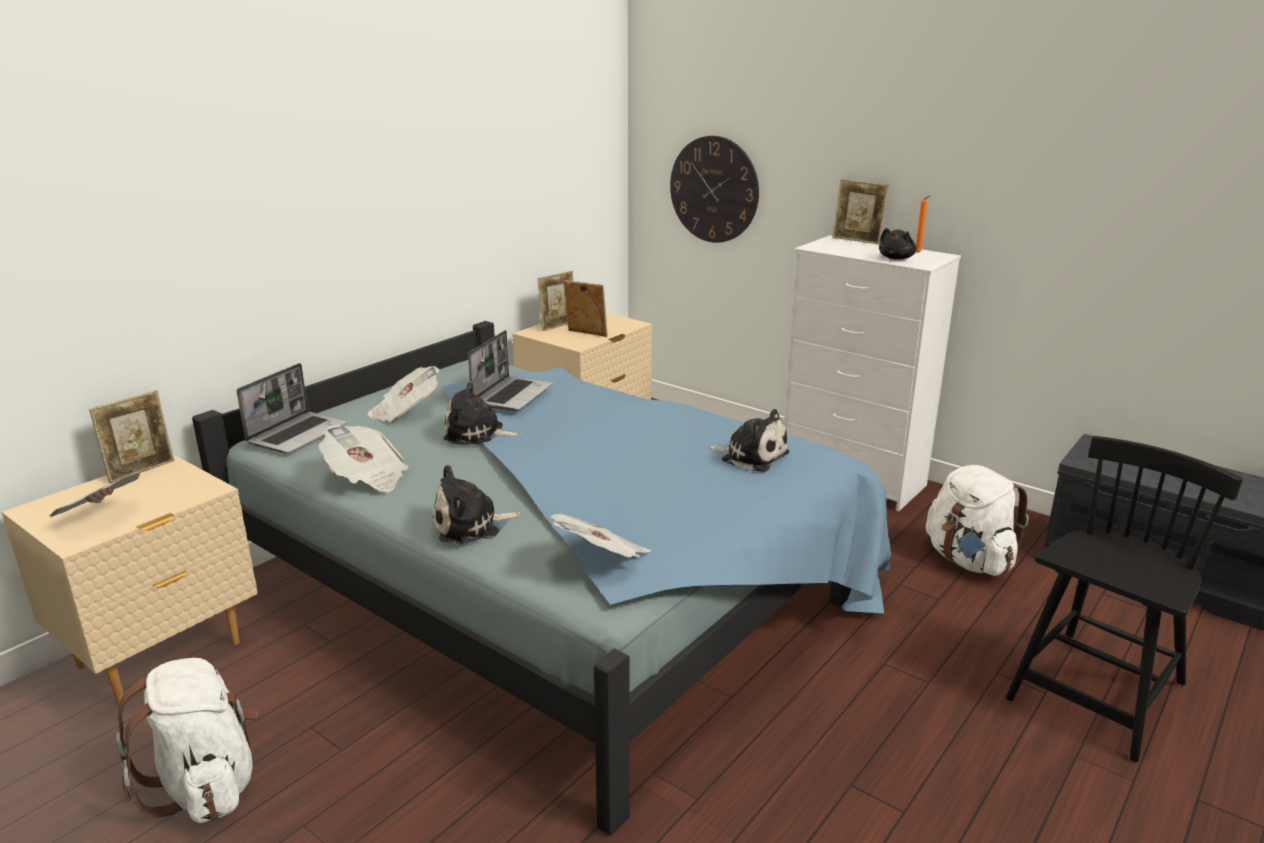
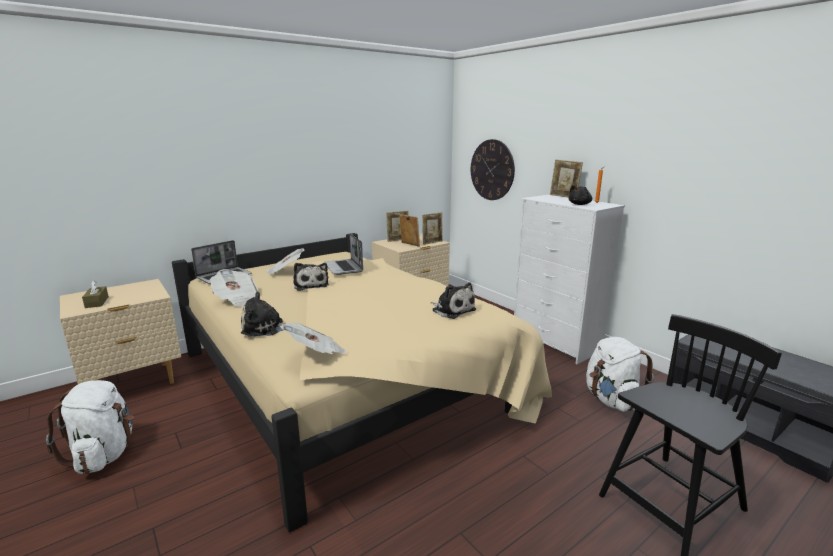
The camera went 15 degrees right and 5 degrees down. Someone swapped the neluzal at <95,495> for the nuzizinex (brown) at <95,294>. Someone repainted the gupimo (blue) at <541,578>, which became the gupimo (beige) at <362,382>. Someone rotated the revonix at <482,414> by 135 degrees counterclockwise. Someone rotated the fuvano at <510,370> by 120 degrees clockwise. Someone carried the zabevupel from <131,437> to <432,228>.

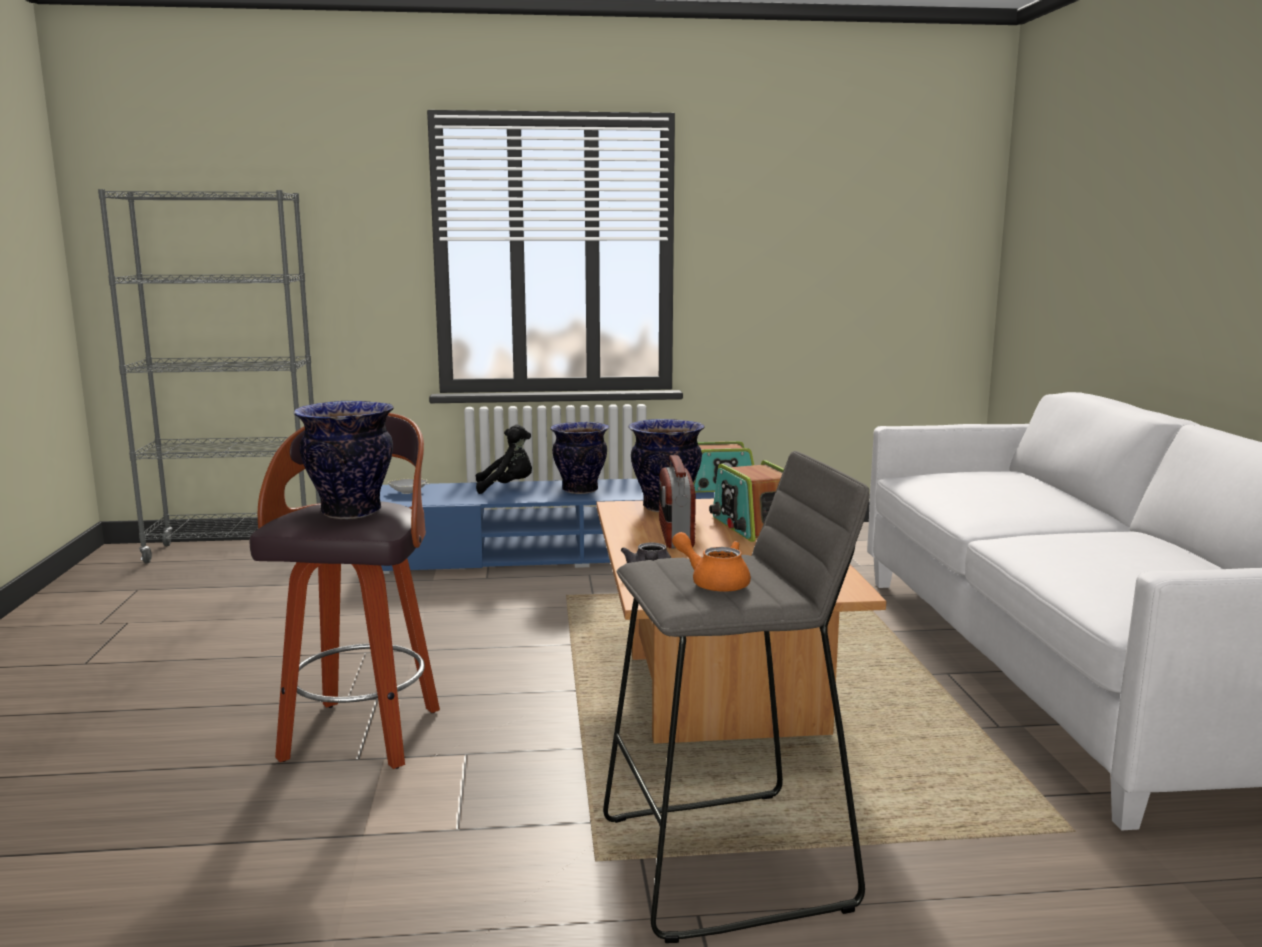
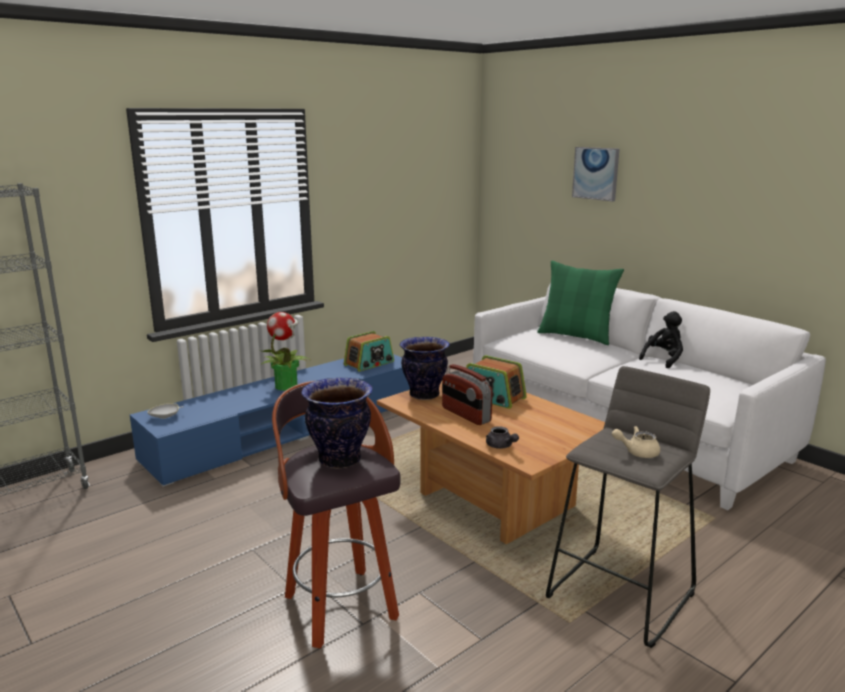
The camera went 35 degrees left and 5 degrees up. Someone swapped the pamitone at <579,458> for the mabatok at <285,351>. Someone put down the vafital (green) at <580,303>. Someone put up the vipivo at <595,174>. Someone repainted the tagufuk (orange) at <711,562>, which became the tagufuk (beige) at <636,442>. Someone carried the revonix (black) from <504,459> to <661,339>.

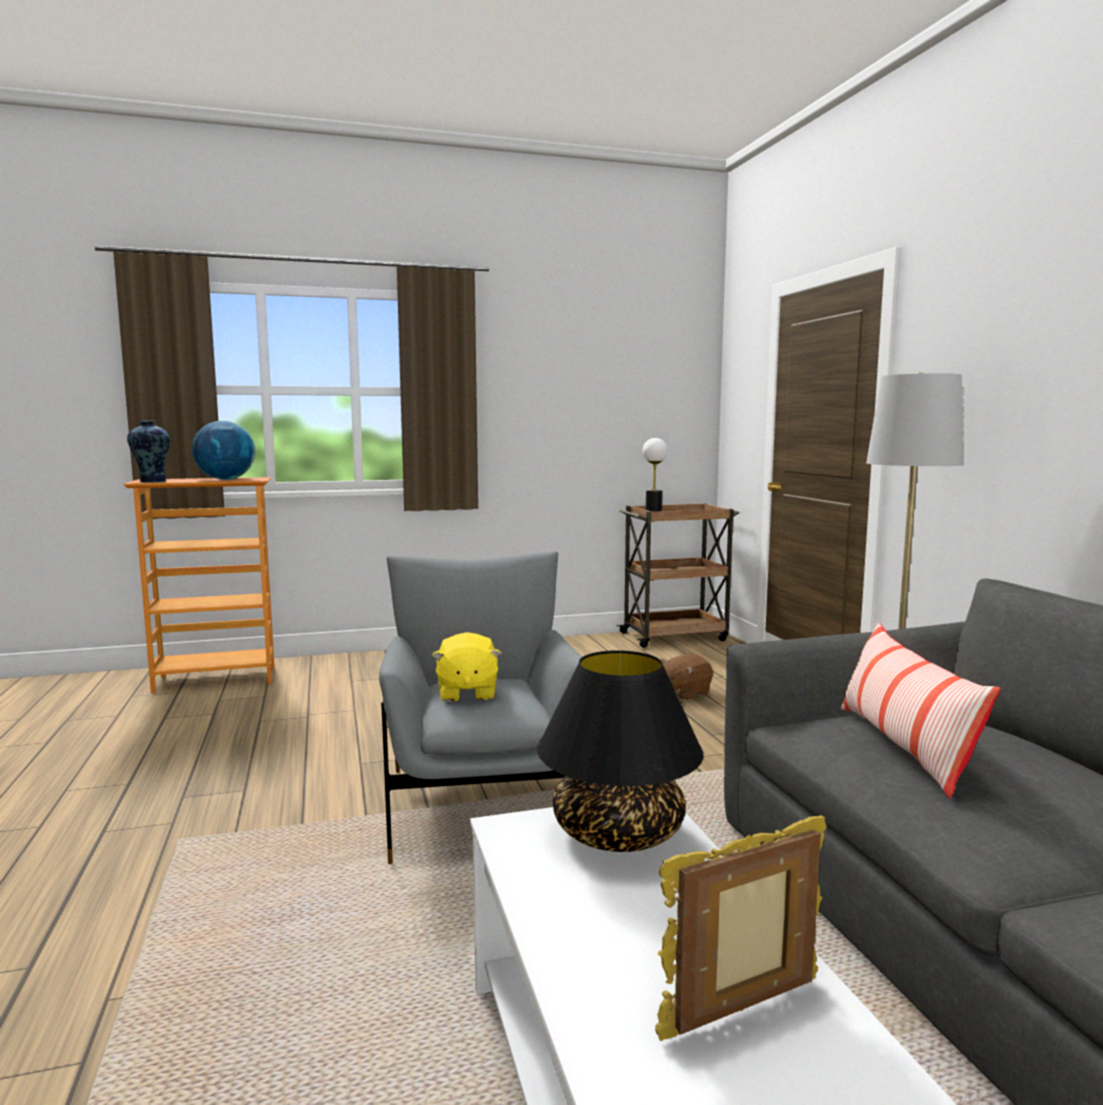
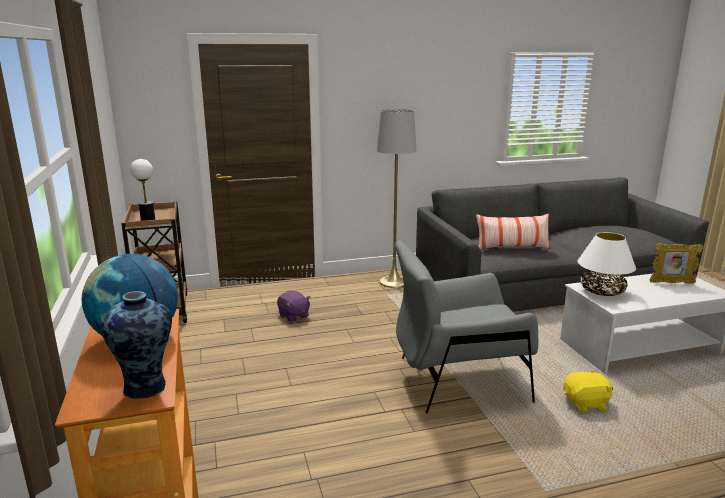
The camera went 90 degrees left and 10 degrees up. Someone repainted the revonix (brown) at <686,677>, which became the revonix (purple) at <294,306>. Someone carried the revonix (yellow) from <466,667> to <588,390>. Someone repainted the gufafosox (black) at <620,751>, which became the gufafosox (white) at <606,264>. Someone rotated the zabevupel at <741,928> by 60 degrees counterclockwise.

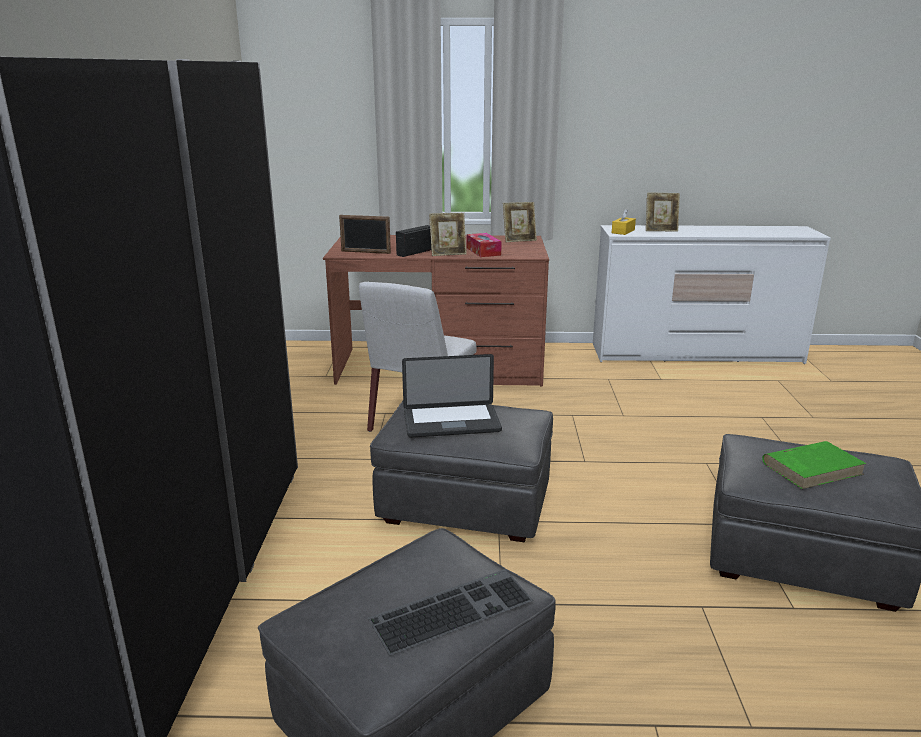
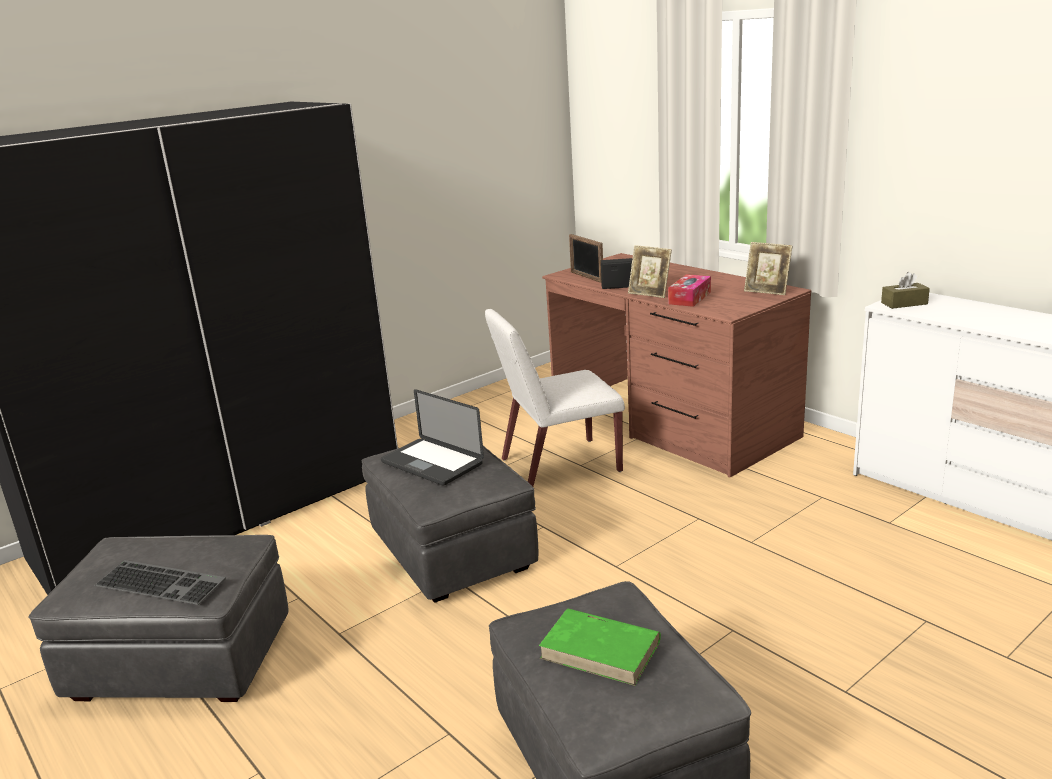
The camera went 50 degrees right and 0 degrees up. Someone repainted the nuzizinex (yellow) at <624,222>, which became the nuzizinex (brown) at <905,290>. Someone took away the zabevupel at <663,212>.

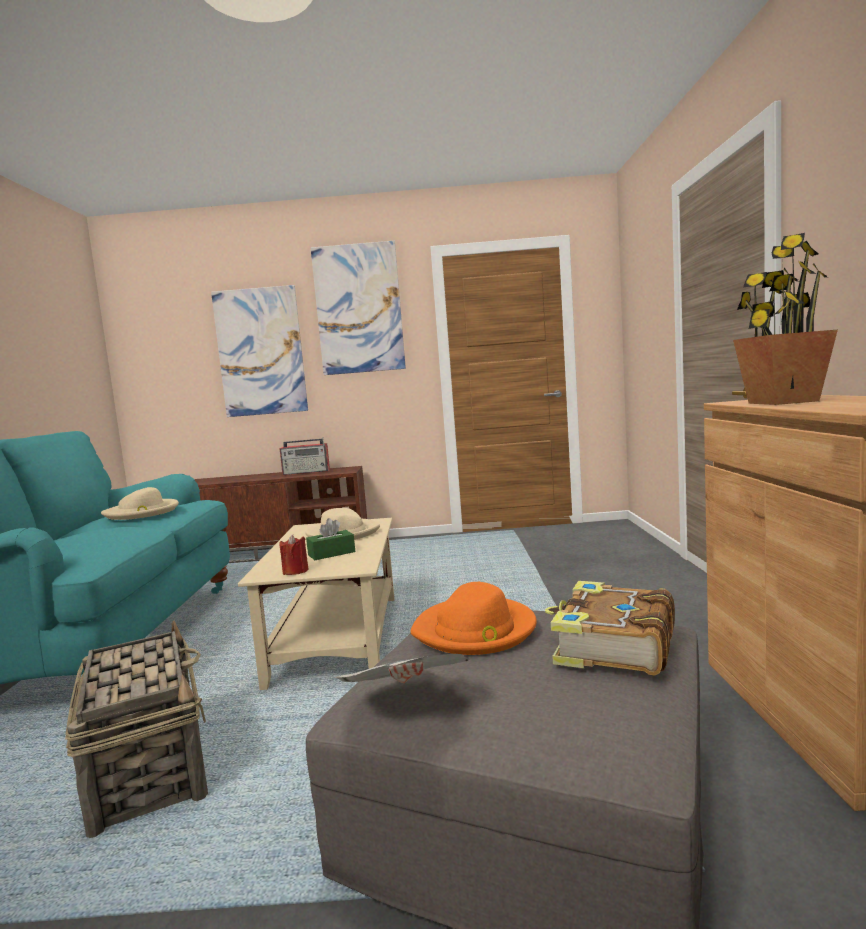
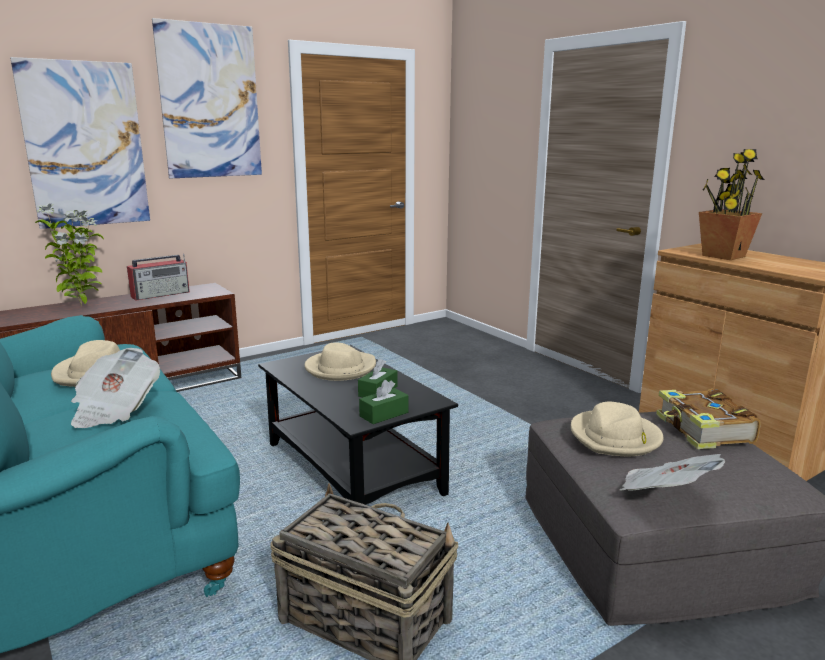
The camera went 35 degrees left and 10 degrees up. Someone put down the mabatok at <69,254>. Someone put down the neluzal at <115,388>. Someone repainted the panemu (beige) at <316,604>, which became the panemu (black) at <358,425>. Someone swapped the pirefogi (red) at <294,554> for the nuzizinex (green) at <383,402>. Someone repainted the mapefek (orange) at <473,618>, which became the mapefek (beige) at <617,429>.

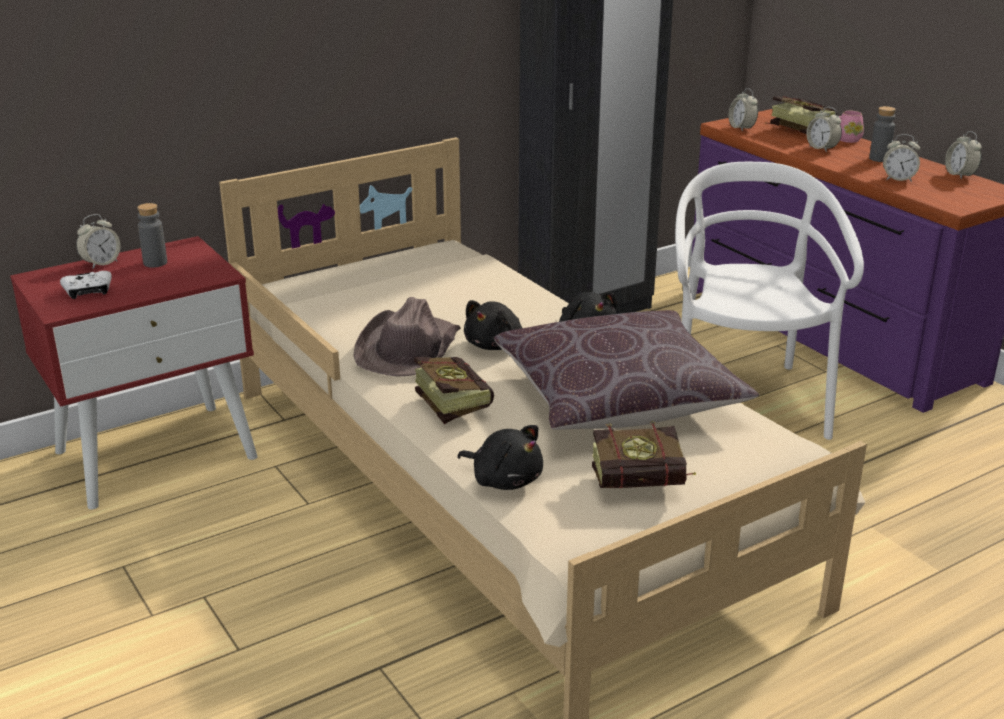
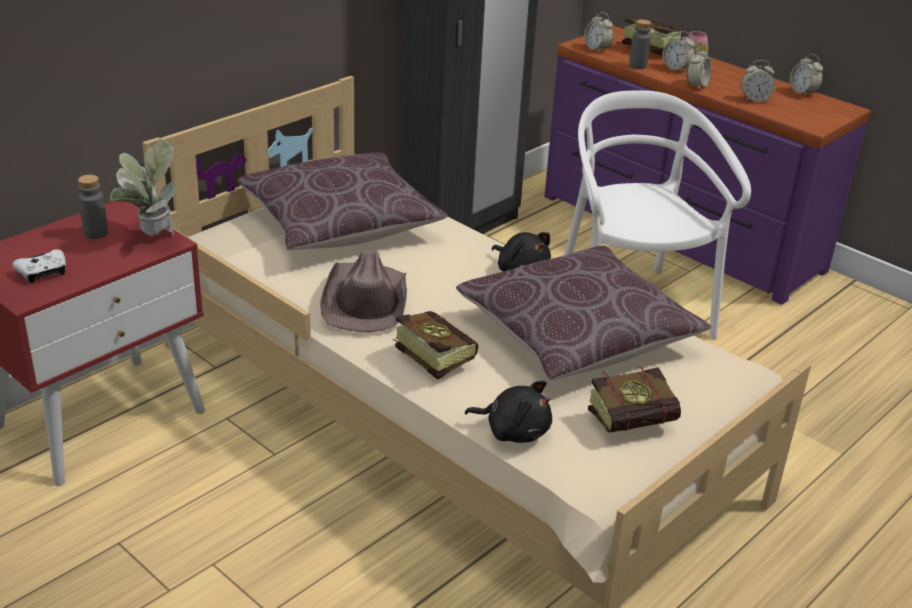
The camera went 15 degrees left and 5 degrees up. Someone put down the mabatok at <143,188>. Someone put down the vafital (brown) at <342,201>. Someone carried the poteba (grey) from <882,134> to <640,44>. Someone carried the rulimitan from <98,241> to <699,68>. Someone took away the revonix (black) at <493,325>.

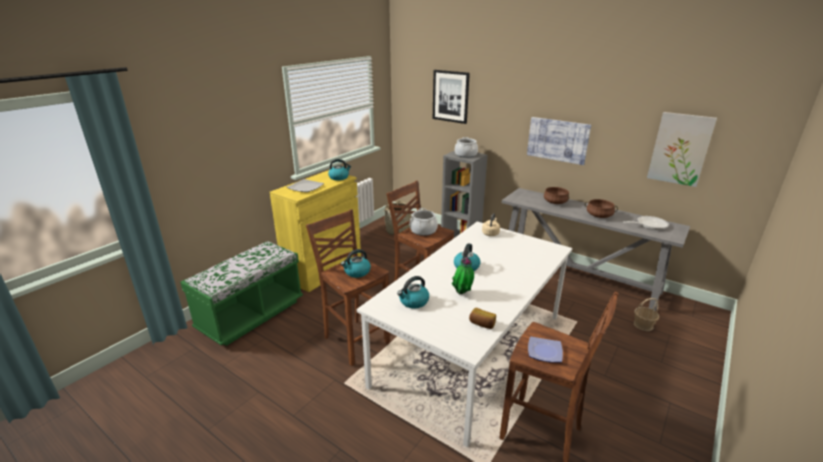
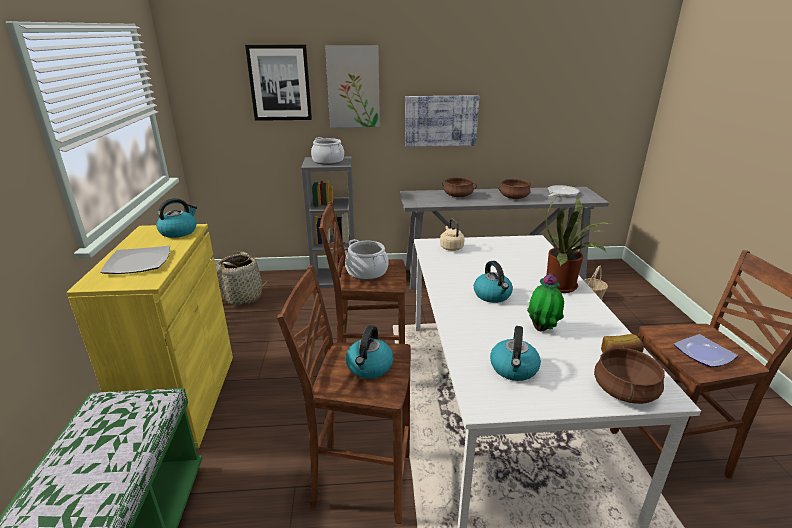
The camera went 40 degrees left and 0 degrees up. Someone carried the vipivo from <682,149> to <352,87>. Someone put down the mabatok at <578,244>. Someone put down the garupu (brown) at <629,375>.

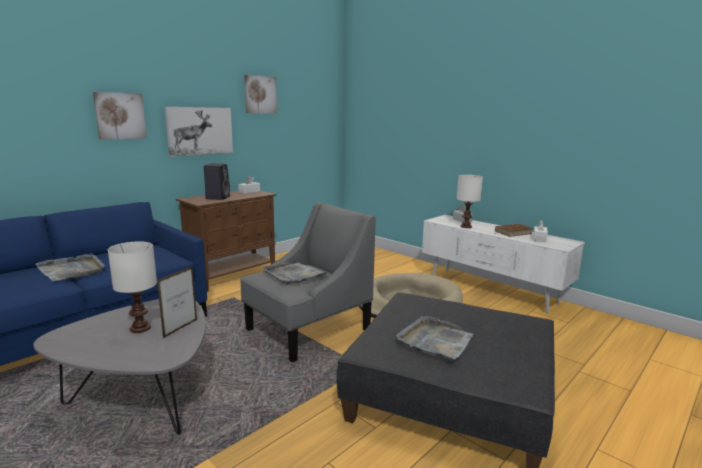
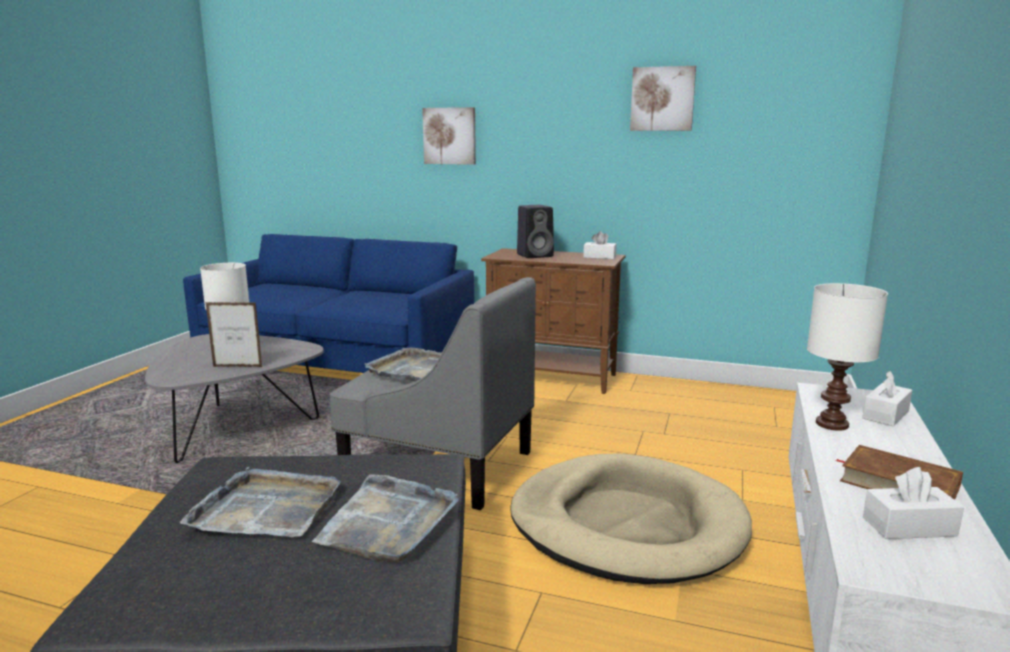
The camera went 65 degrees right and 0 degrees up. Someone carried the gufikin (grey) from <70,267> to <385,518>. Someone took away the vipivo at <198,132>.

